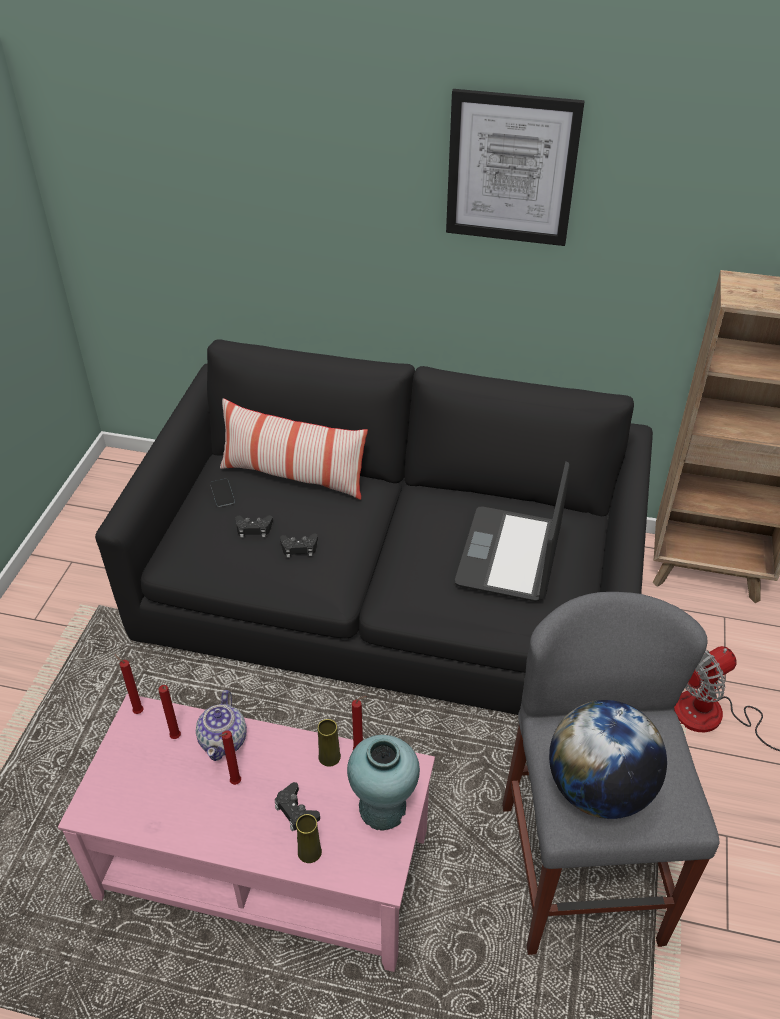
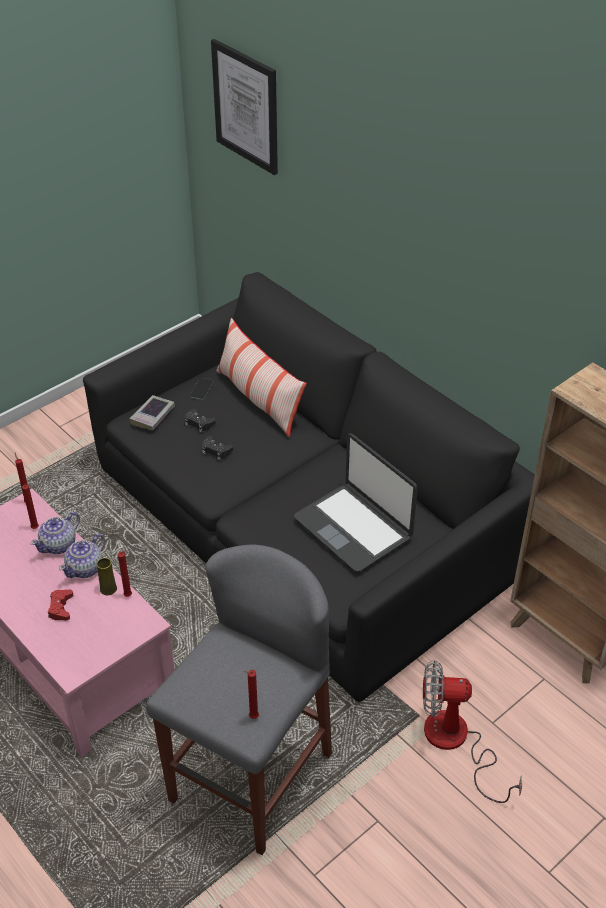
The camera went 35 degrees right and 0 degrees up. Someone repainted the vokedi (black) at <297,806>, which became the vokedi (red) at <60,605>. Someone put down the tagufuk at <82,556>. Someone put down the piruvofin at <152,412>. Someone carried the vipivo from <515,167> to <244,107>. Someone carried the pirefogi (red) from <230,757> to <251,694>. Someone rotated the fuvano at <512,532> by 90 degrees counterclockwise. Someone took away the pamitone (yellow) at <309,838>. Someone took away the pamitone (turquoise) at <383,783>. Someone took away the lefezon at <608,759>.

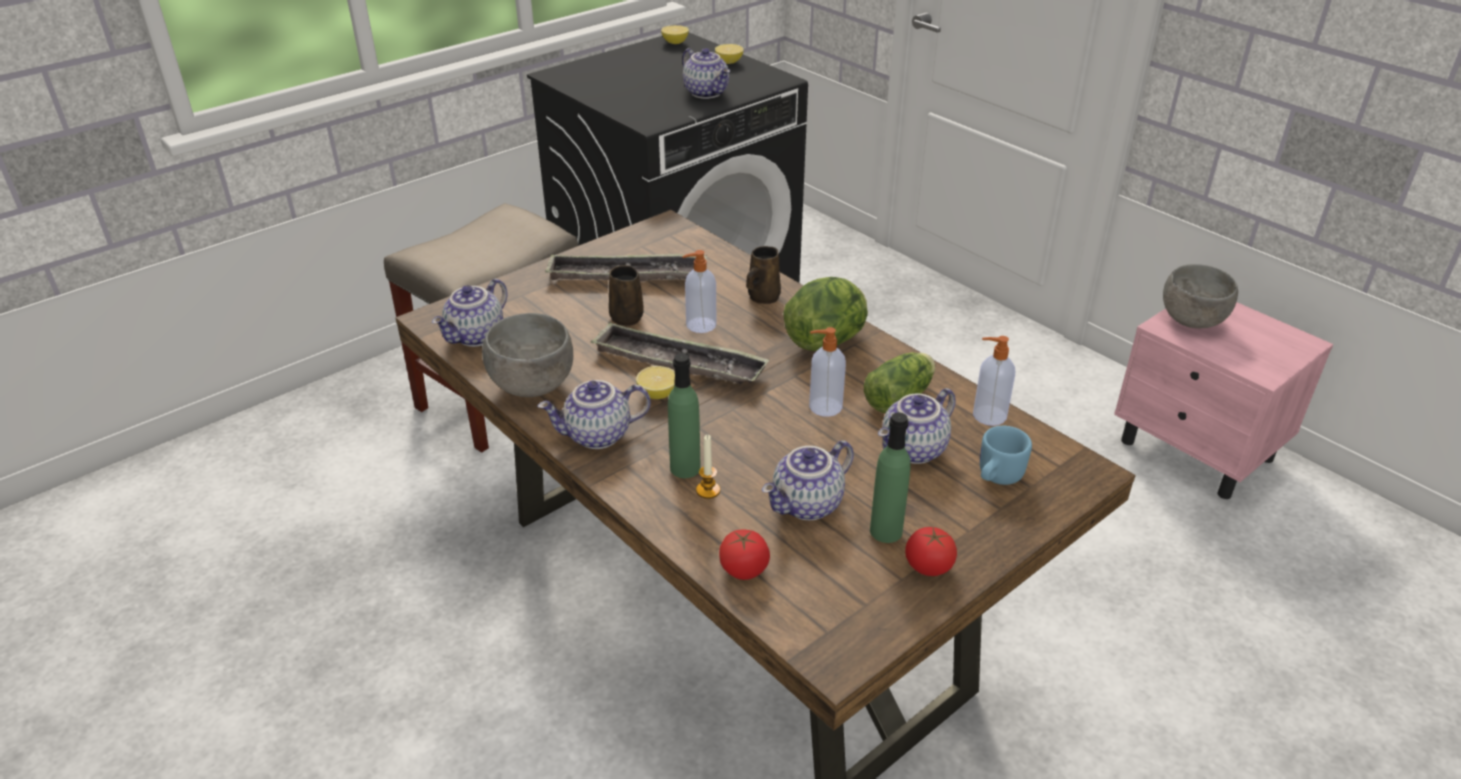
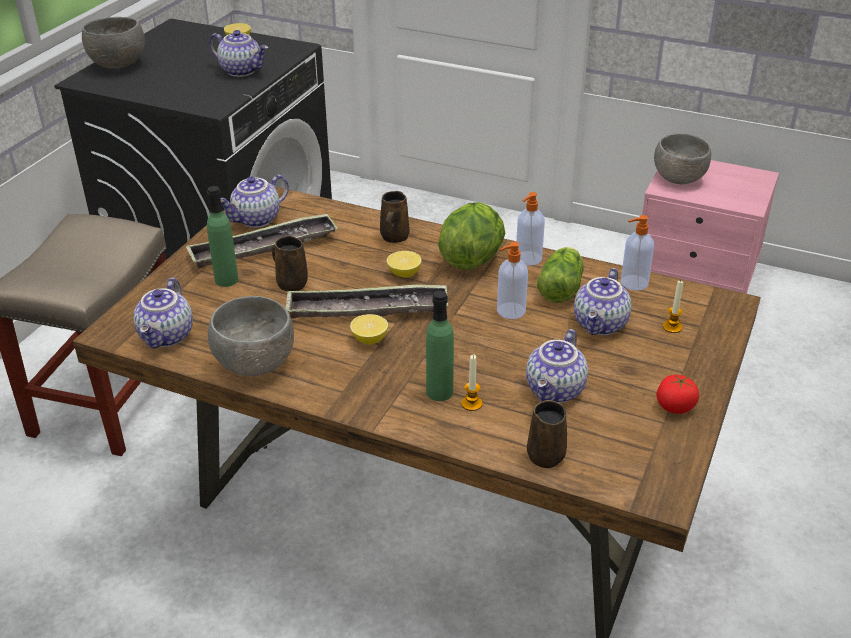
The camera went 25 degrees left and 0 degrees up. Someone put down the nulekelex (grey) at <113,43>. Someone carried the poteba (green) from <890,477> to <222,236>. Someone carried the tagufuk from <594,414> to <254,201>. Someone carried the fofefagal from <675,34> to <404,264>. Someone carried the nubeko from <699,291> to <530,229>. Someone swapped the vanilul at <744,554> for the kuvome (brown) at <547,434>. Someone swapped the kuvome (blue) at <1006,455> for the pirefogi at <673,306>.

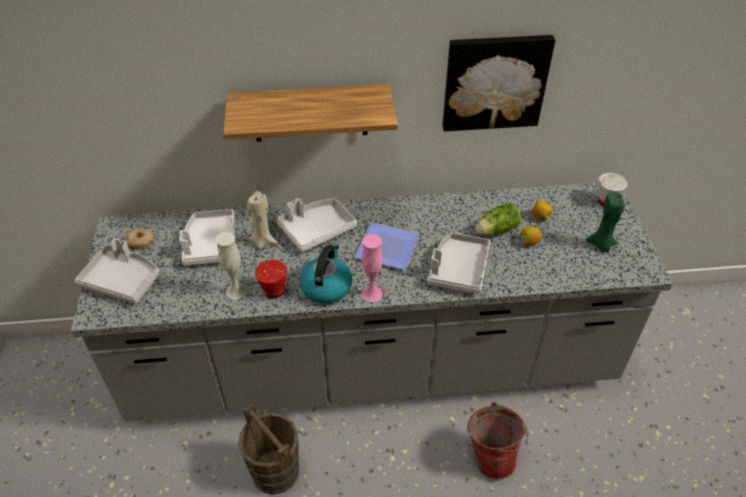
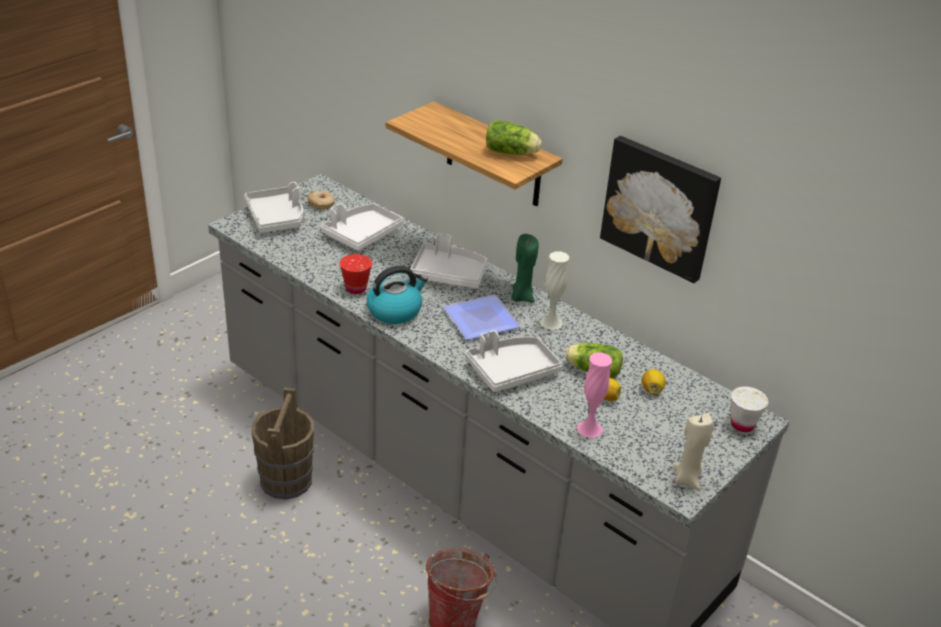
The camera went 45 degrees right and 10 degrees down. Someone put down the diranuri at <514,137>. Someone carried the pirefogi (green) from <605,222> to <525,268>. Someone carried the pamitone (white) from <231,266> to <555,290>. Someone carried the pamitone (pink) from <372,268> to <594,395>. Someone carried the pirefogi (beige) from <262,220> to <693,452>.

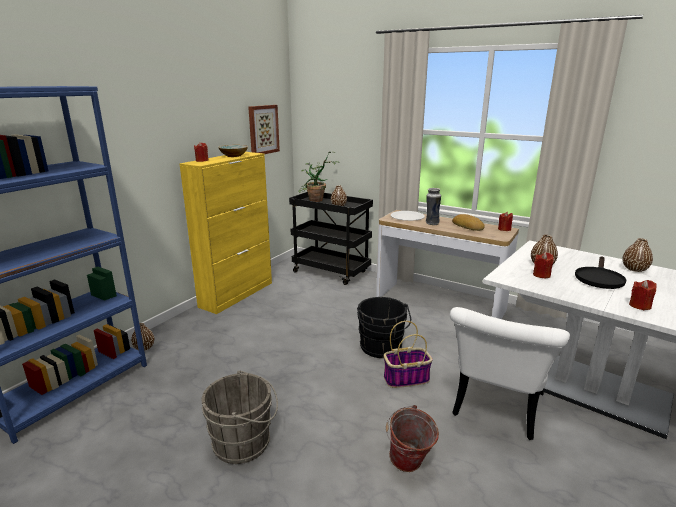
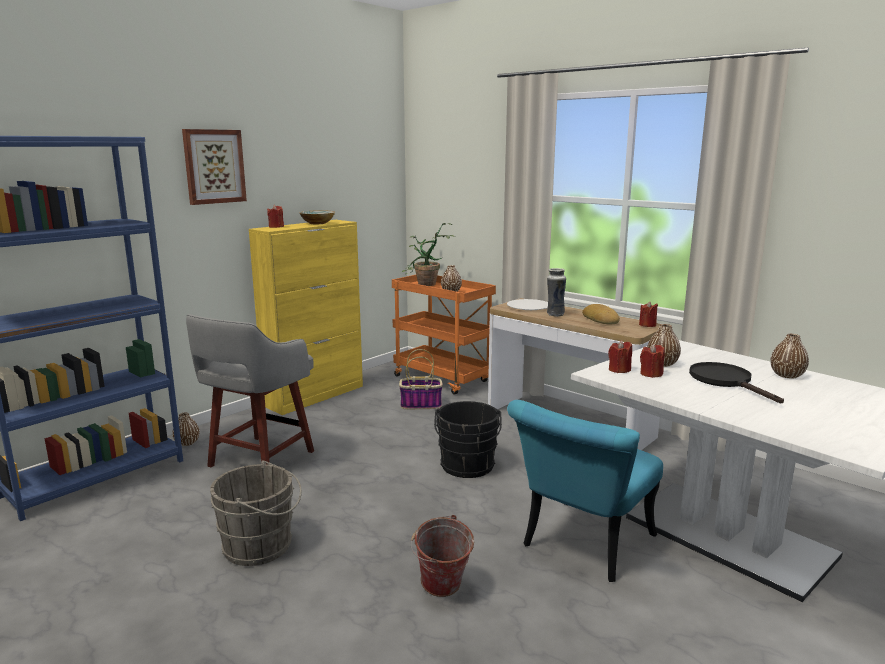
The camera went 10 degrees right and 5 degrees down. Someone carried the vipivo from <264,129> to <214,167>. Someone put down the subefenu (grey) at <250,390>. Someone repainted the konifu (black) at <331,238>, which became the konifu (orange) at <444,335>. Someone carried the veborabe from <408,354> to <421,379>. Someone repainted the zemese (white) at <510,373>, which became the zemese (turquoise) at <585,491>. Someone carried the pirefogi (red) from <642,295> to <620,356>. Someone rotated the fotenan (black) at <600,272> by 120 degrees clockwise.

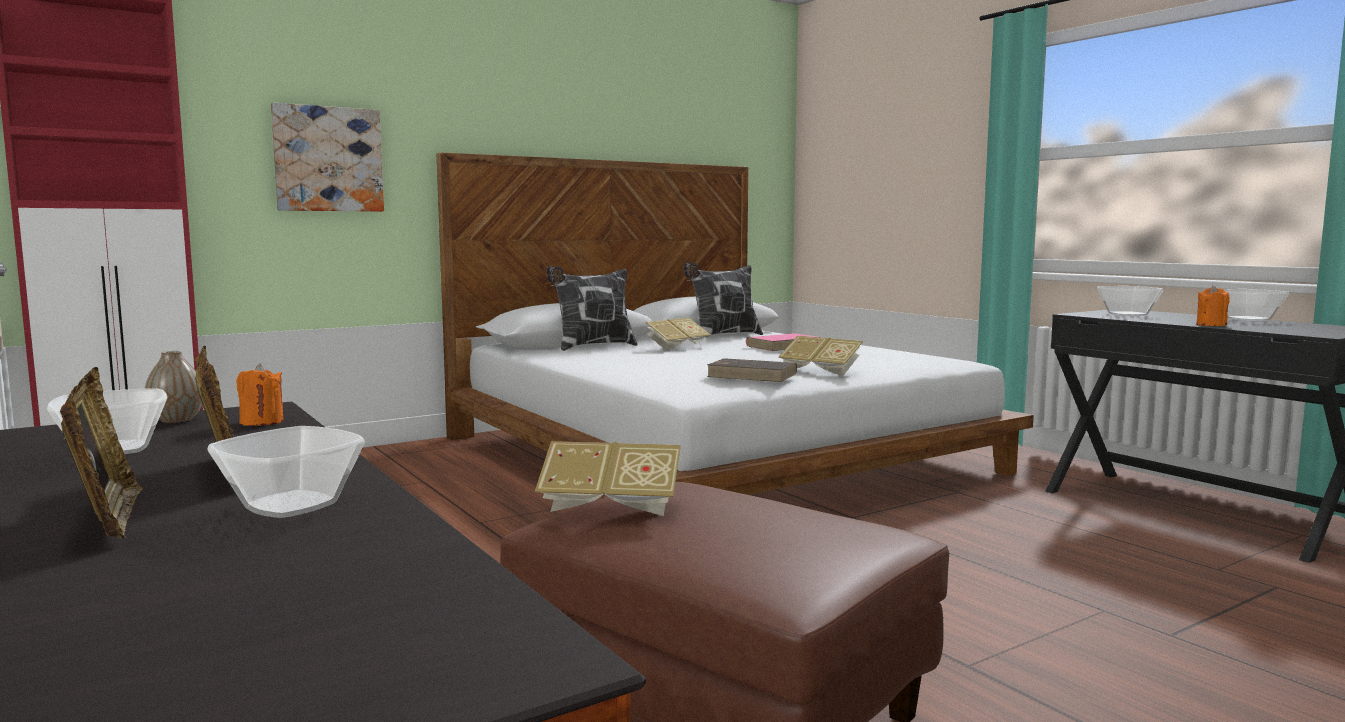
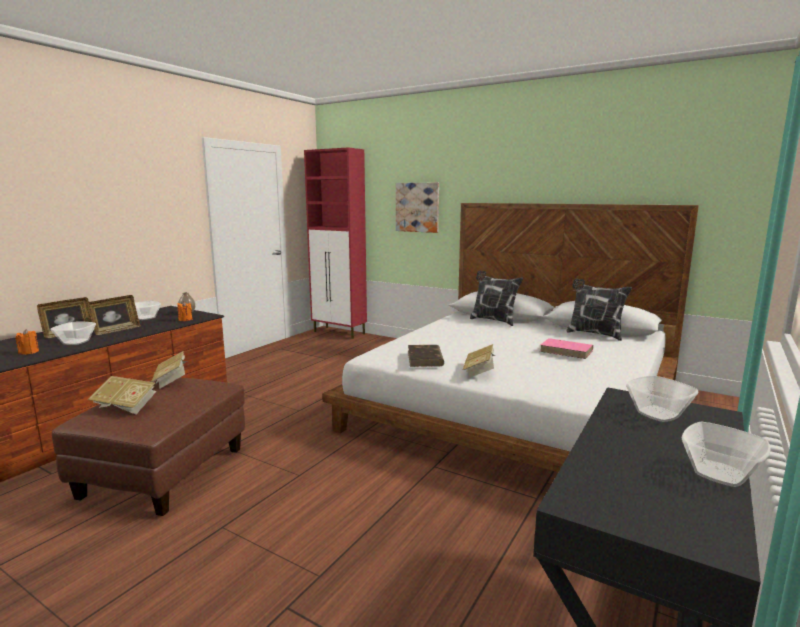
The camera went 65 degrees right and 5 degrees up. Someone carried the pirefogi (orange) from <1213,305> to <27,342>. Someone carried the piruvofin from <678,334> to <122,395>.

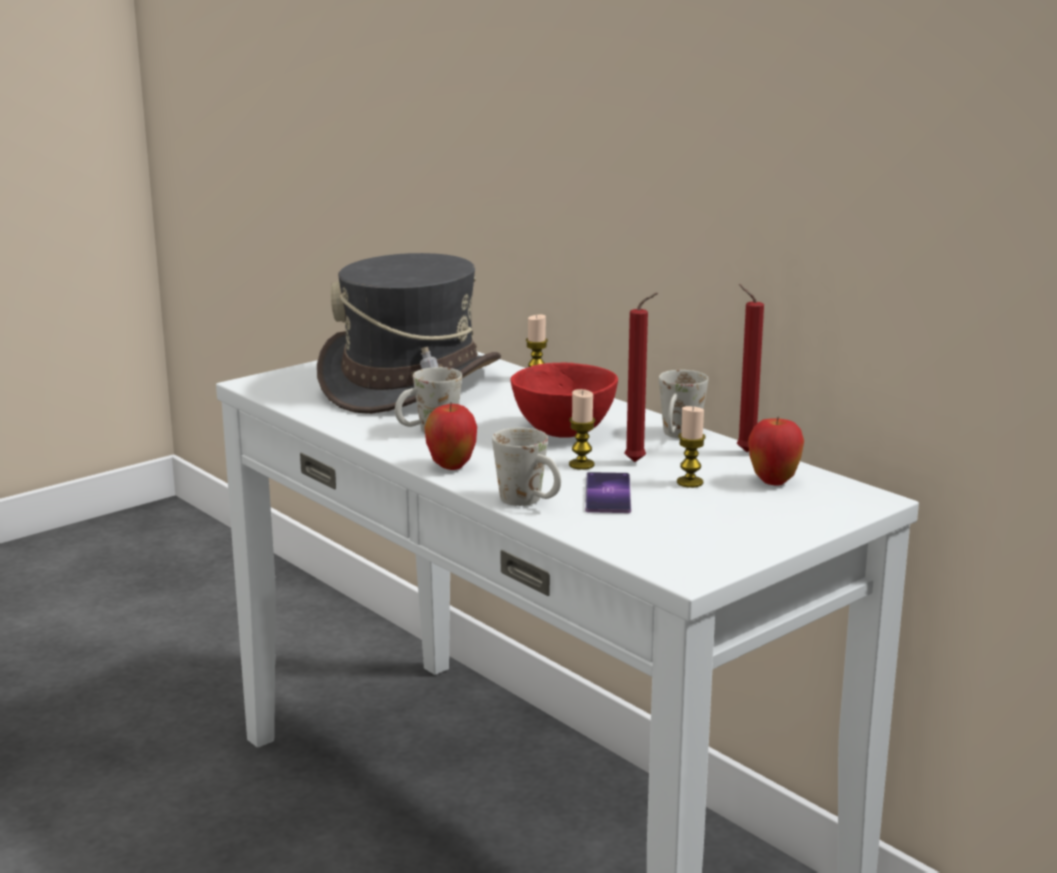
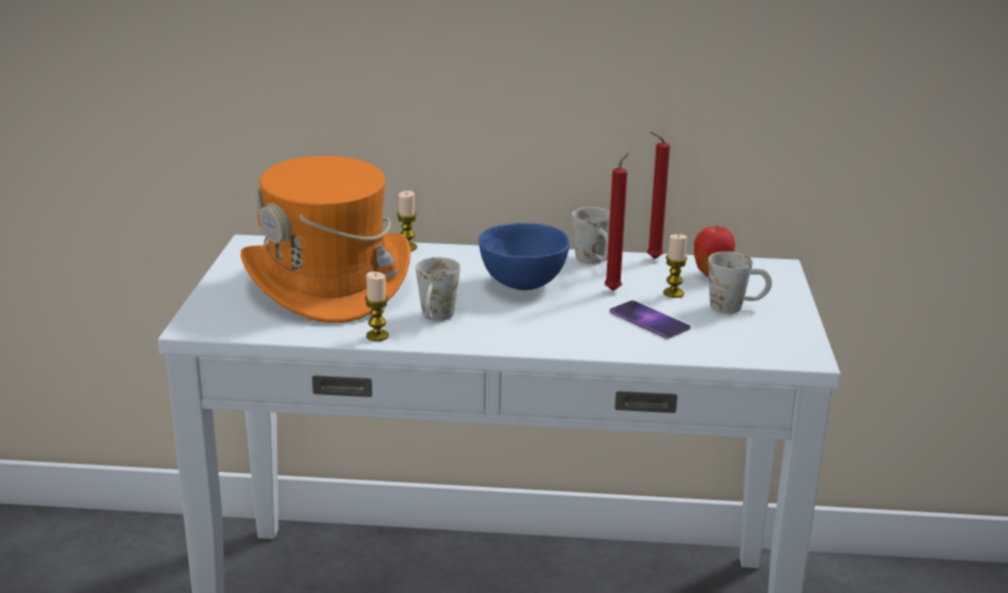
The camera went 45 degrees left and 5 degrees up. Someone repainted the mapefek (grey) at <409,333>, which became the mapefek (orange) at <326,239>. Someone carried the pirefogi from <582,429> to <377,306>. Someone repainted the nulekelex (red) at <564,400>, which became the nulekelex (blue) at <524,256>. Someone carried the kuvome (white) from <526,467> to <740,282>. Someone took away the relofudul at <450,436>.

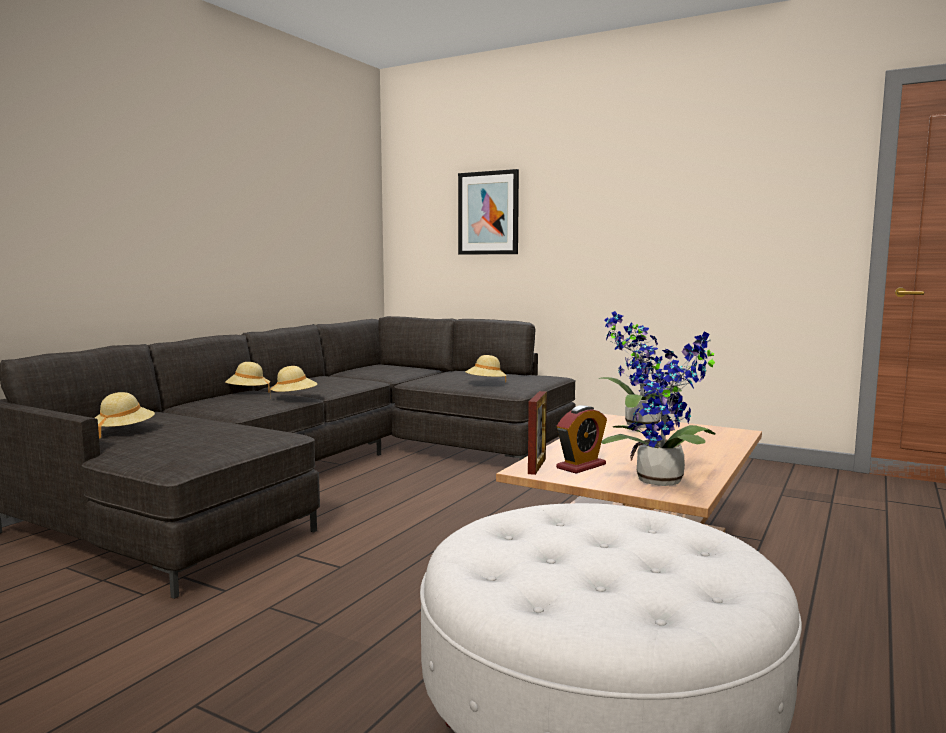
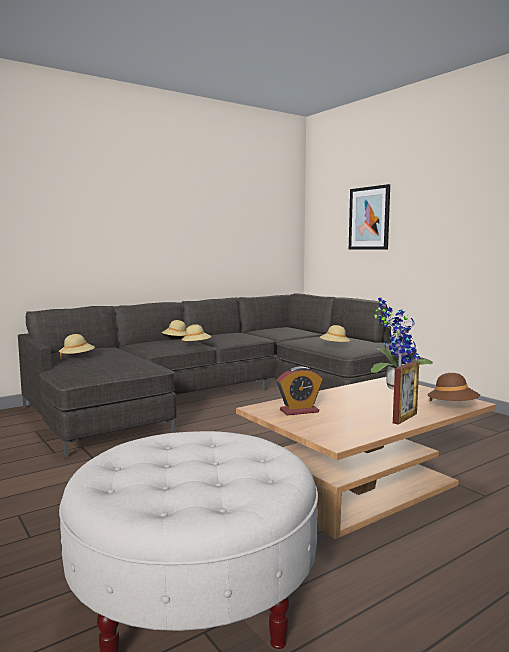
The camera went 25 degrees right and 0 degrees up. Someone carried the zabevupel from <537,433> to <406,393>. Someone put down the mapefek (brown) at <454,387>. Someone took away the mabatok at <658,408>.

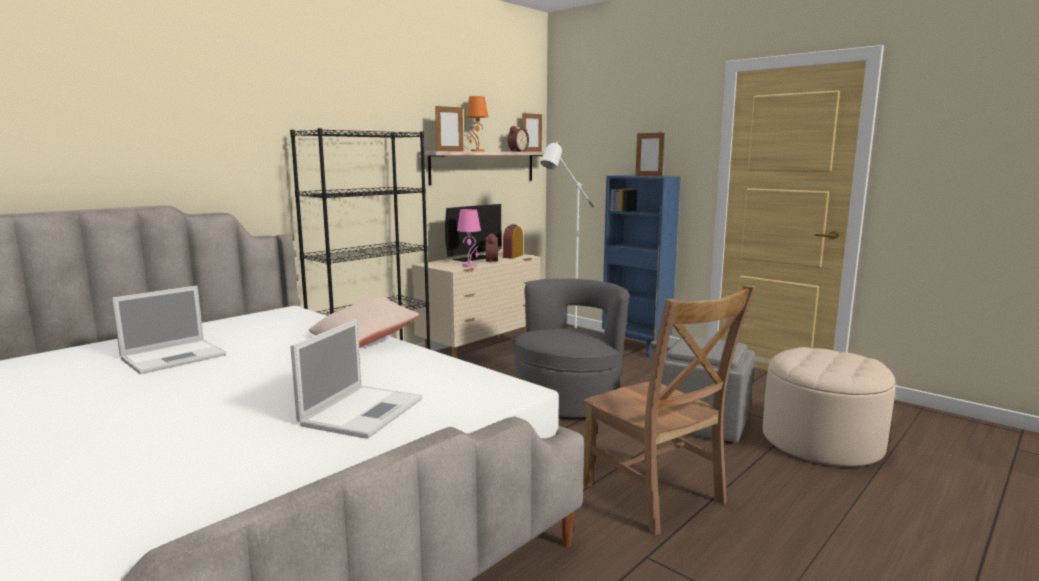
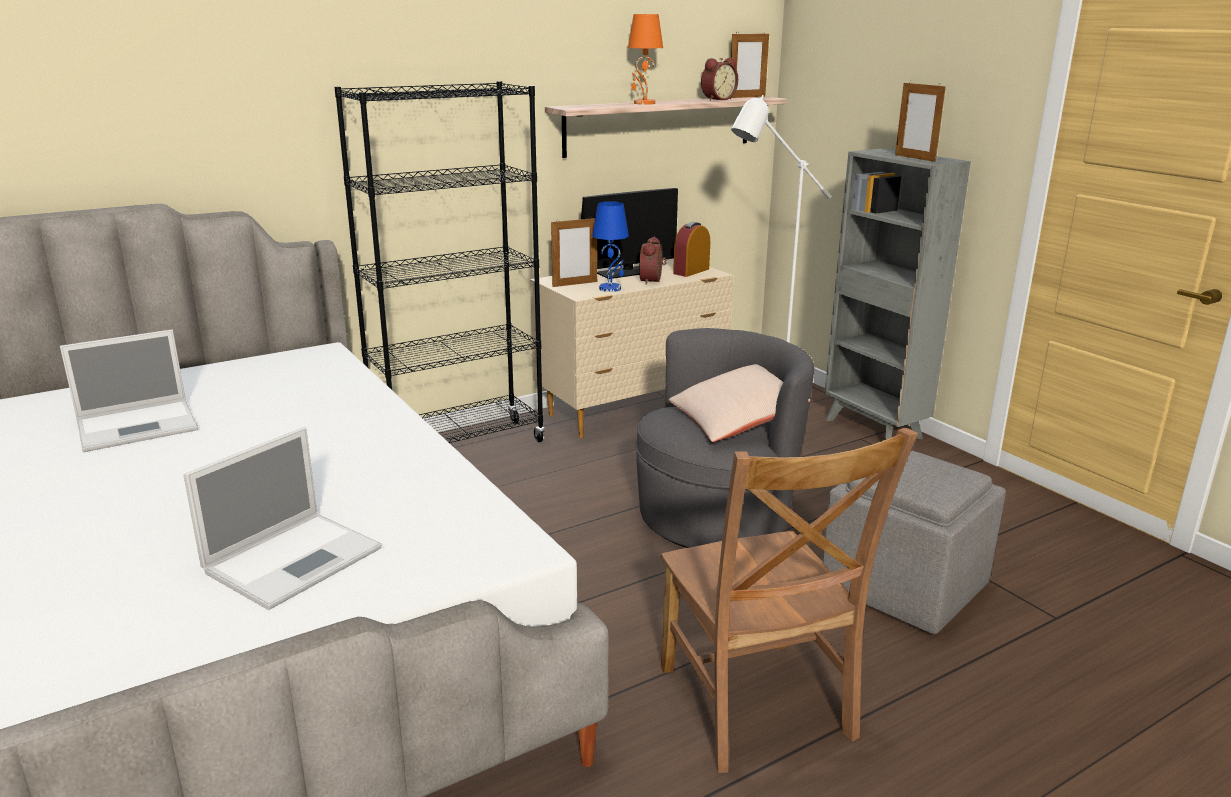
The camera went 15 degrees right and 10 degrees up. Someone carried the zabevupel from <449,128> to <574,251>. Someone repainted the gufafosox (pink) at <469,238>, which became the gufafosox (blue) at <610,246>. Someone carried the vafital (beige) from <364,322> to <739,403>. Someone repainted the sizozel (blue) at <641,266>, which became the sizozel (grey) at <898,294>. Someone took away the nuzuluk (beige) at <829,407>.

